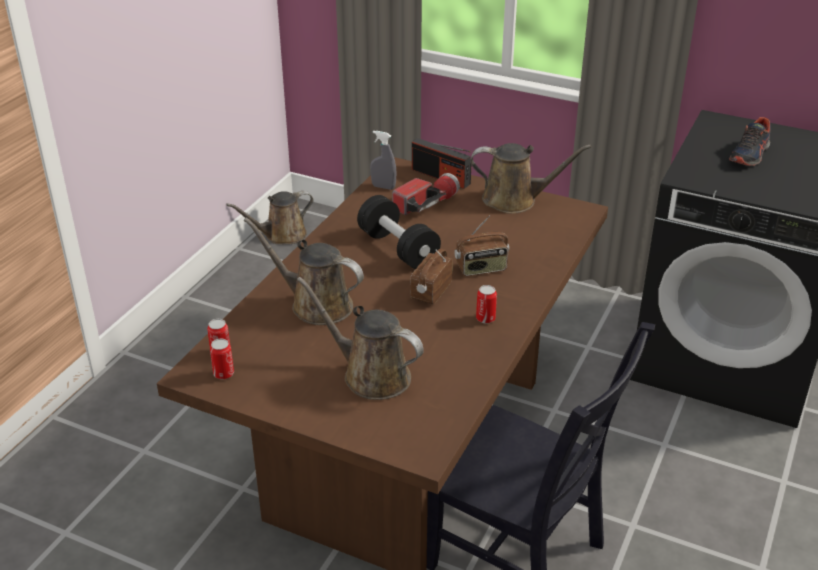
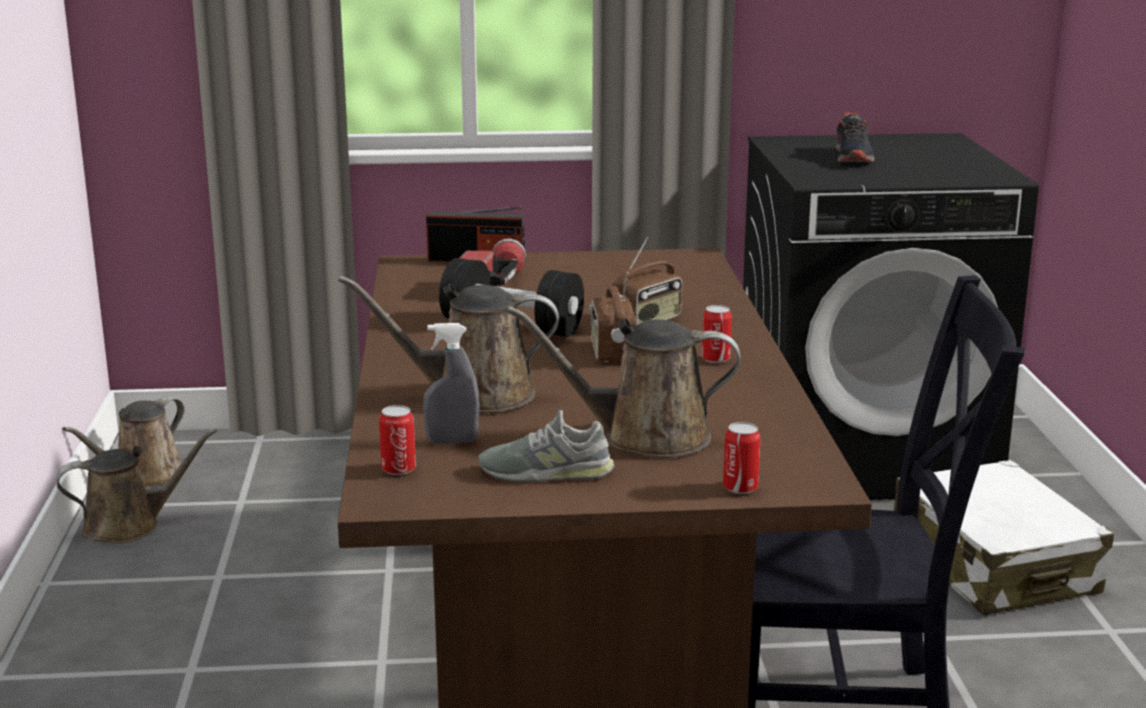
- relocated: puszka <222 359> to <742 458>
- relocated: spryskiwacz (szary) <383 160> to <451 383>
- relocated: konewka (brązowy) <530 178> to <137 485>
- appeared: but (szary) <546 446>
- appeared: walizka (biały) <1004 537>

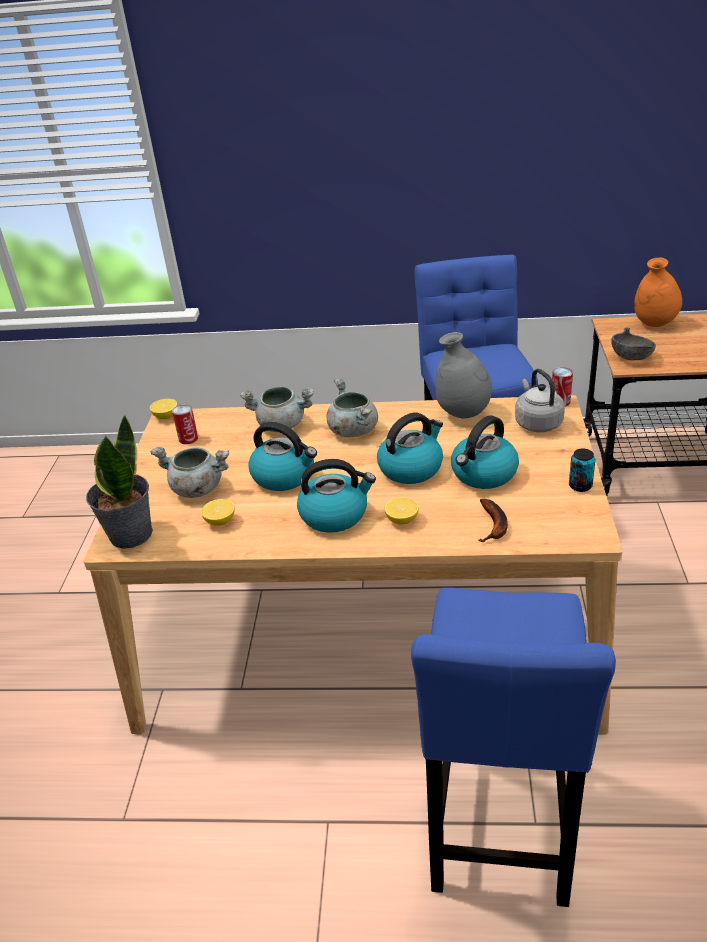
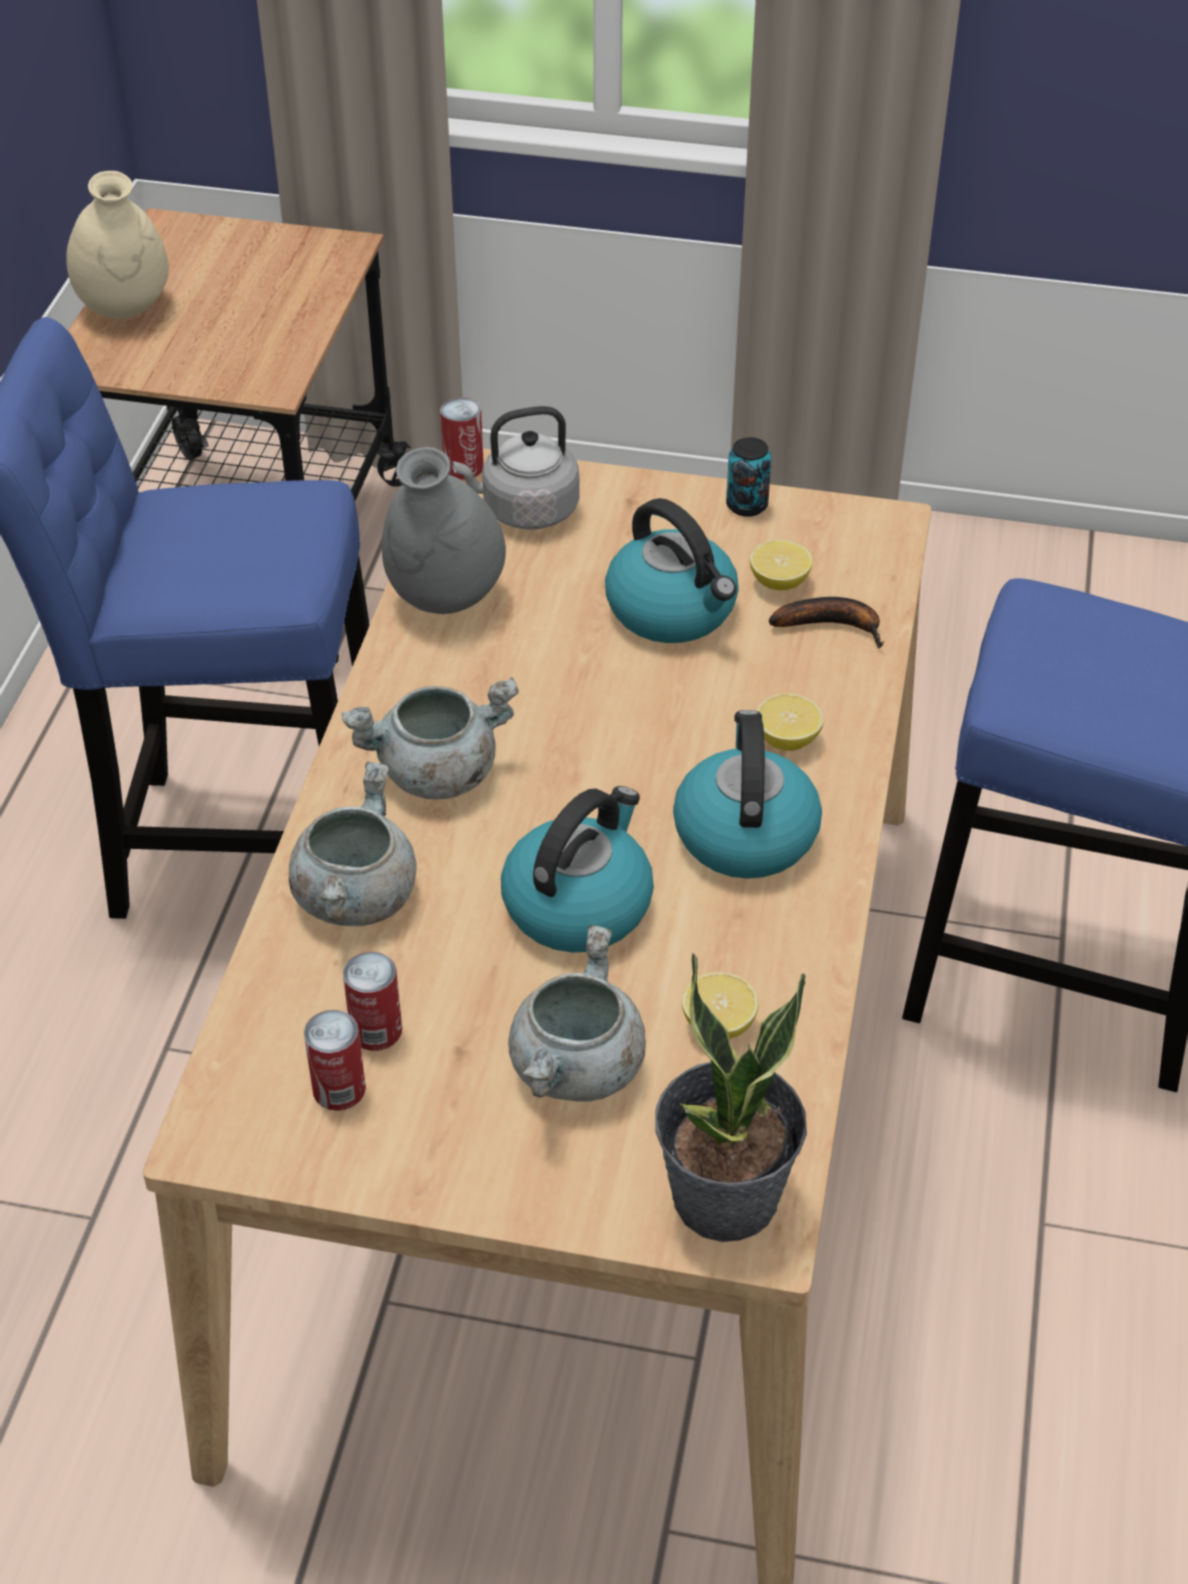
- relocated: cytryna <163 409> to <781 565>
- missing: czajnik <410 448>
- missing: miska (szary) <633 343>
- colour: wazon (pomarańczowy) <658 292> to wazon (beżowy) <117 245>
- appeared: puszka <372 1001>

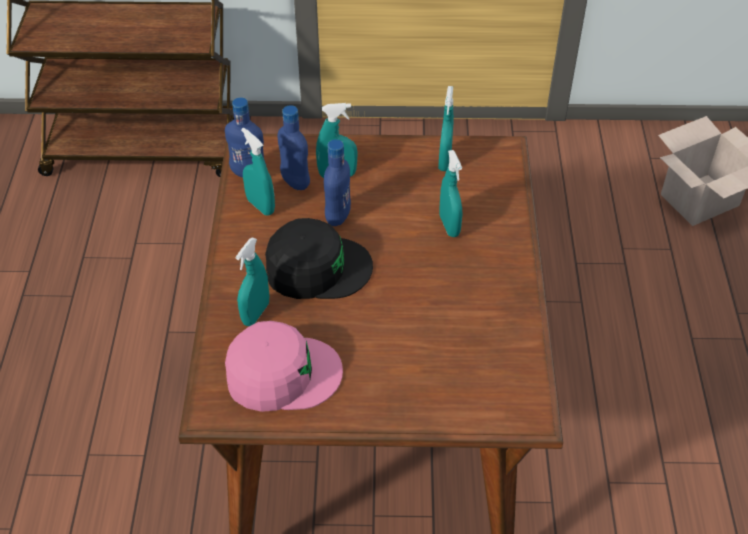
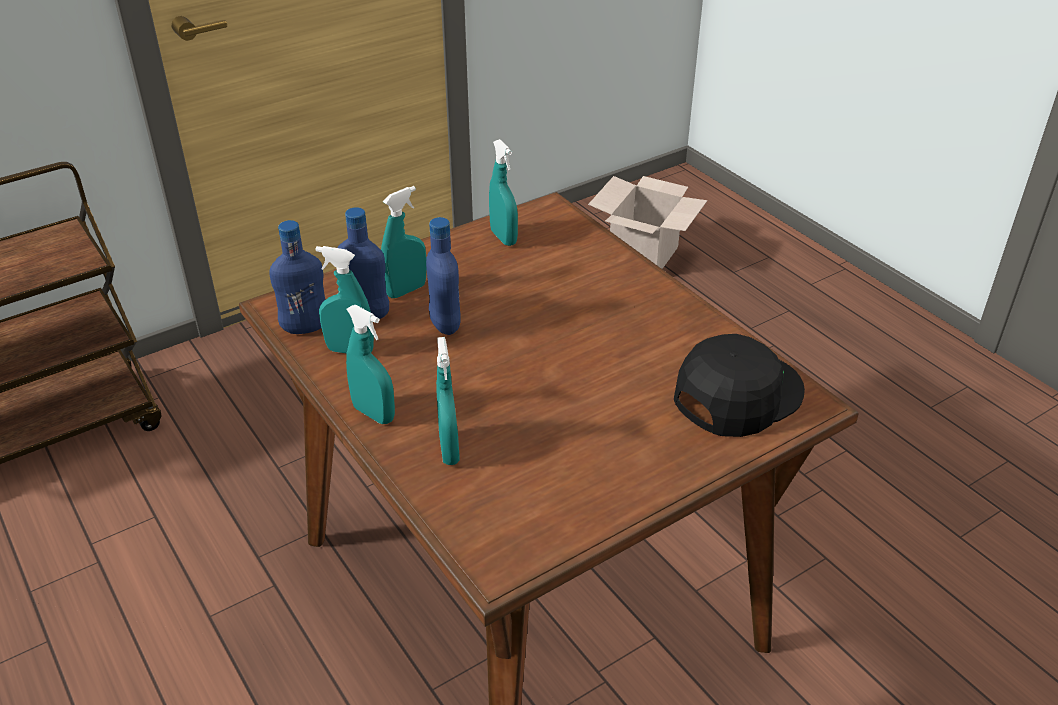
- missing: czapka z daszkiem (różowy) <284 366>
- relocated: czapka z daszkiem (czarny) <319 258> to <739 385>
- relocated: spryskiwacz (turkusowy) <451 193> to <370 364>

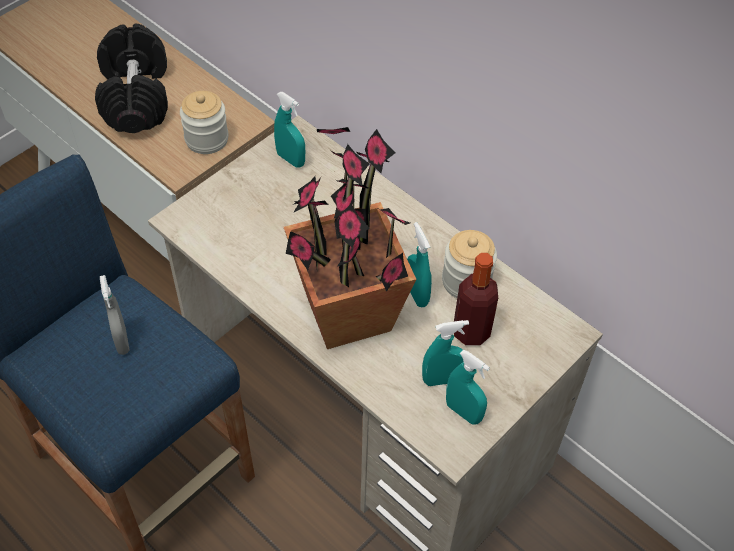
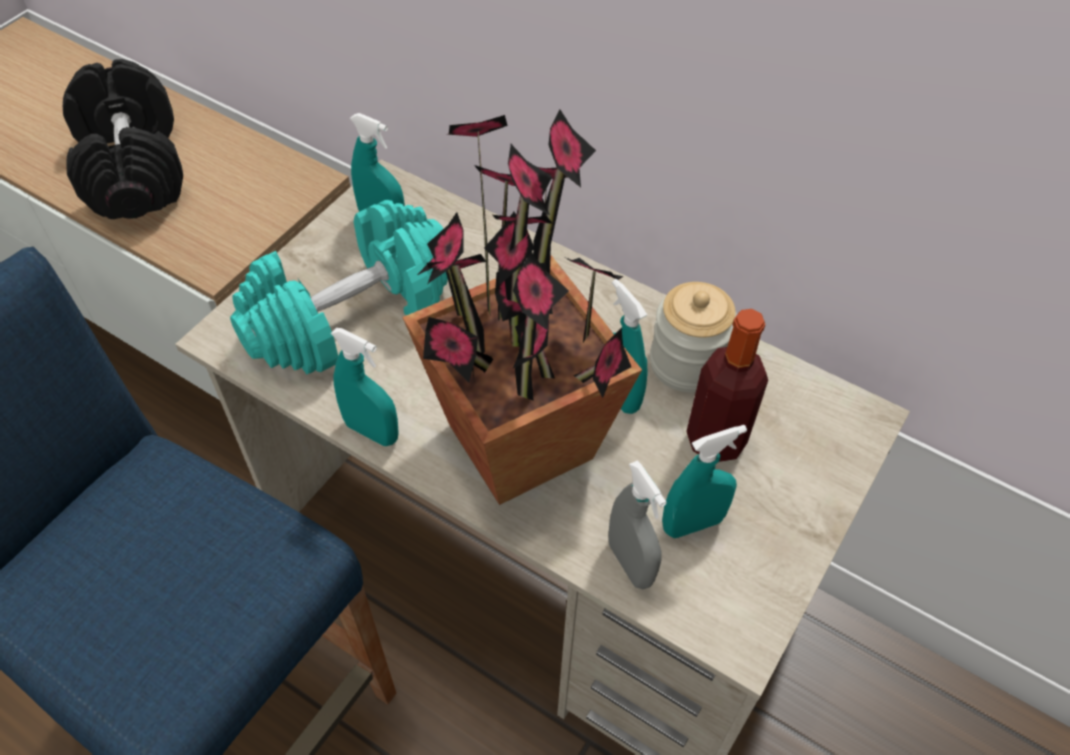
- relocated: spryskiwacz (szary) <114 315> to <637 524>
- missing: słoik <204 122>
- relocated: spryskiwacz (turkusowy) <468 387> to <365 387>
- appeared: hantel (turkusowy) <339 287>

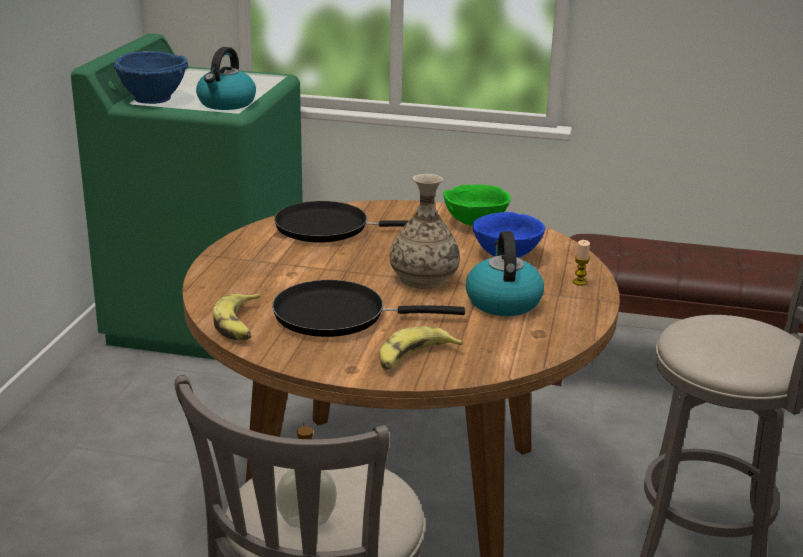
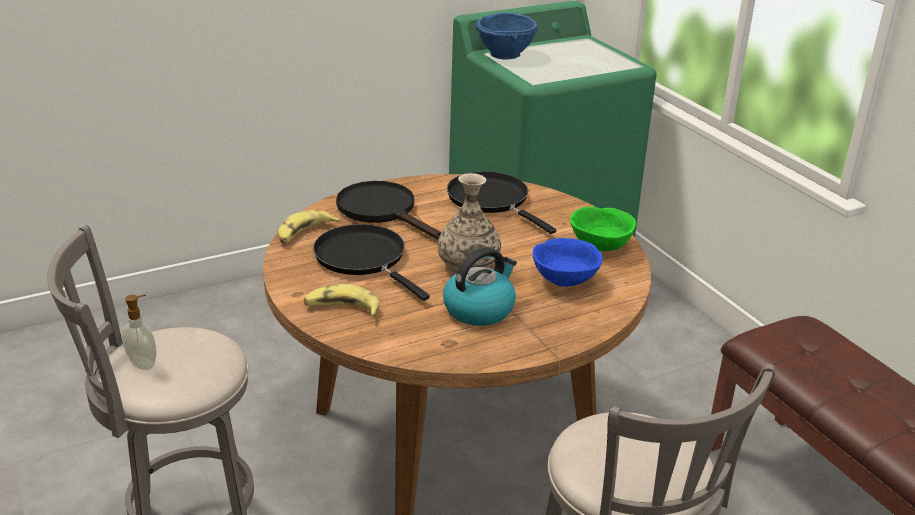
- missing: czajnik <226 78>
- missing: świeca <581 263>
- appeared: patelnia (czarny) <388 210>

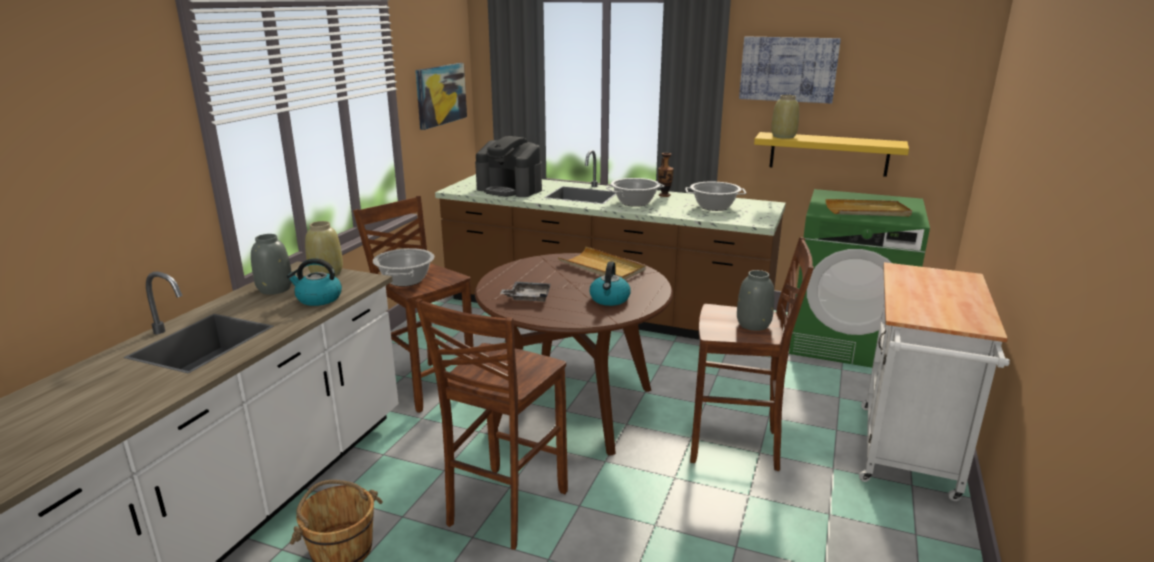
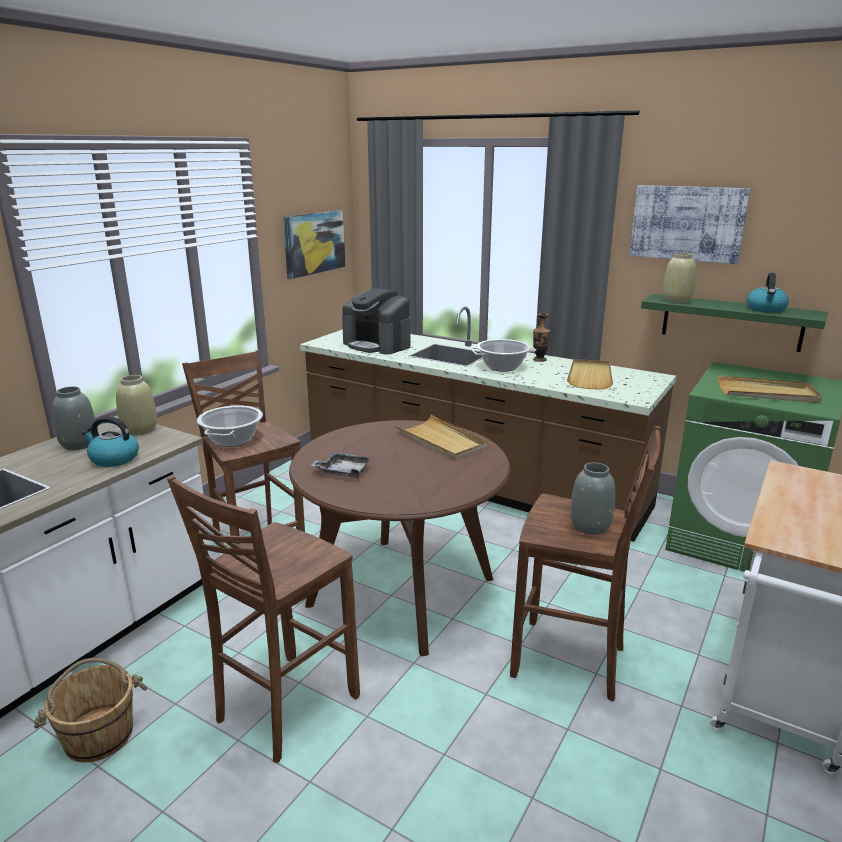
- relocated: czajnik <610 283> to <767 293>
- exchanged: garnek <715 196> to taca (beżowy) <590 374>
- colour: półka (żółty) <831 154> to półka (zielony) <734 323>

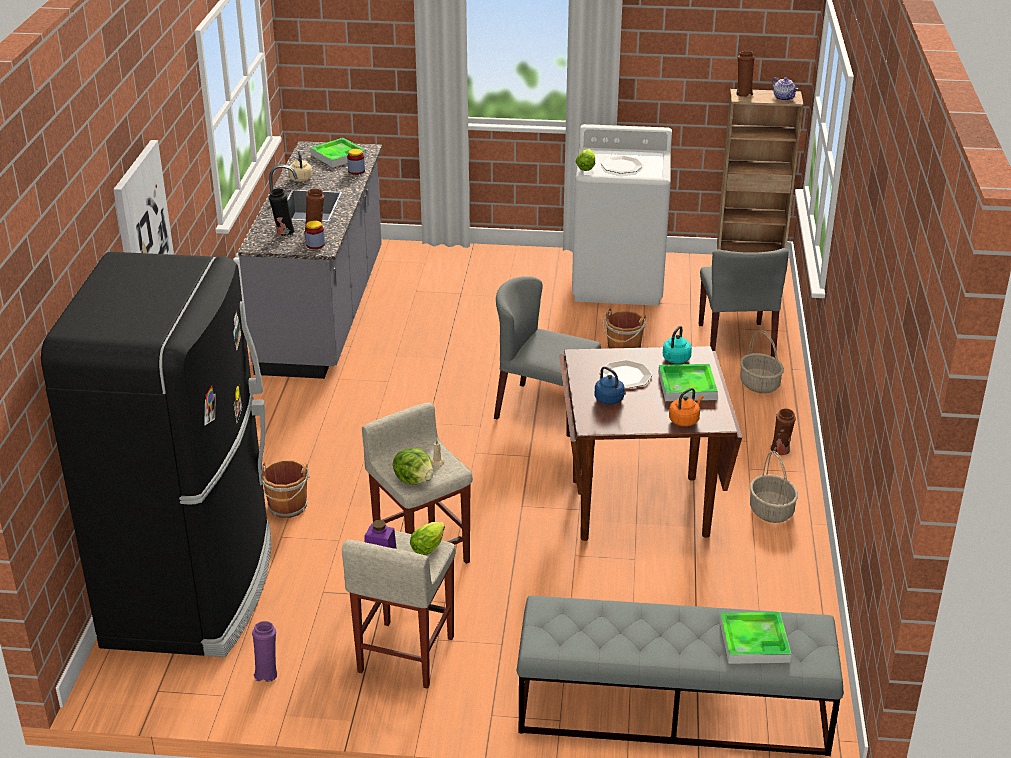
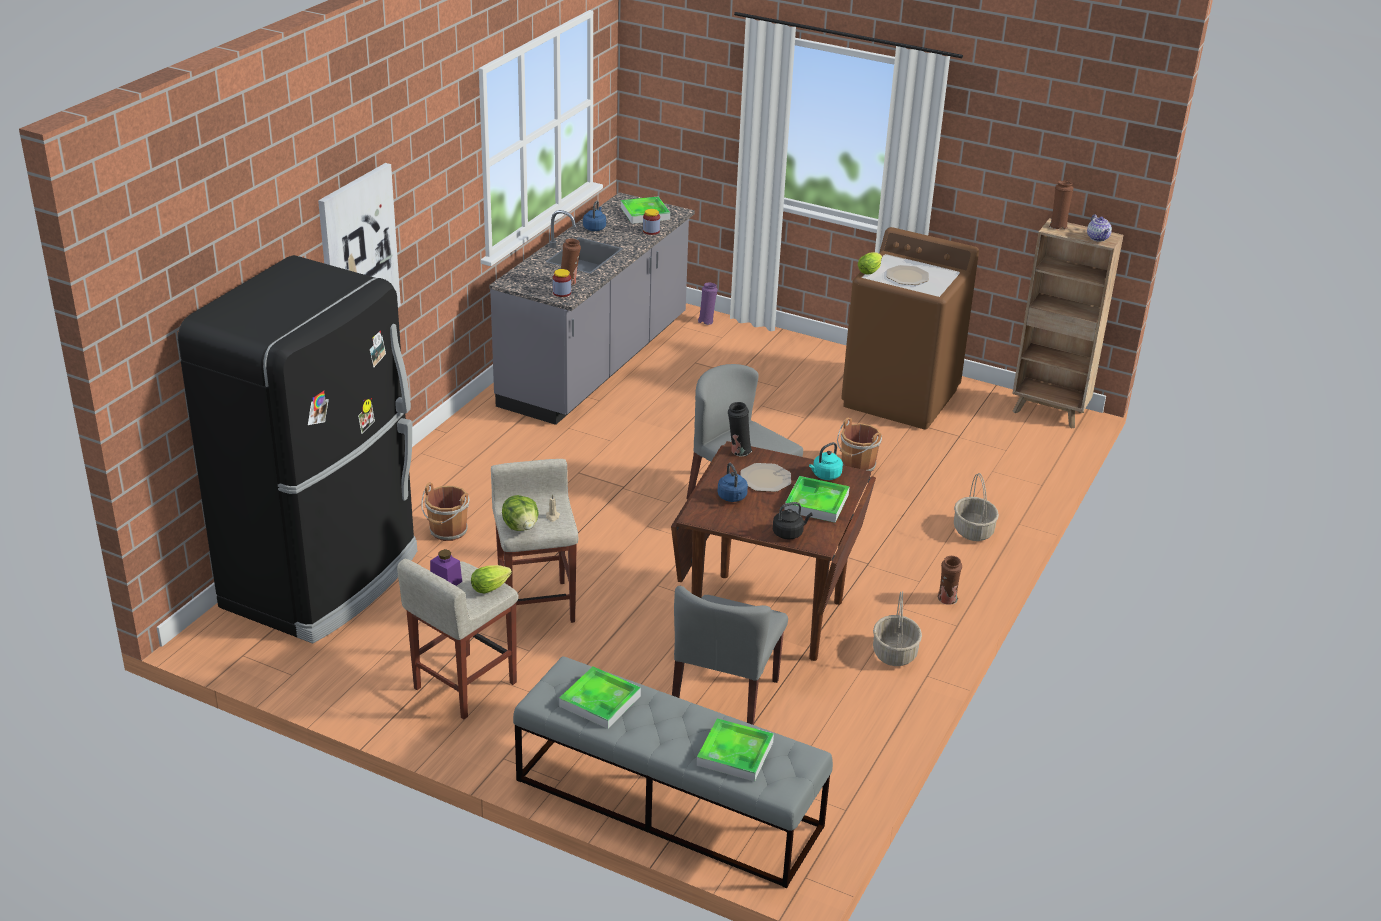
- relocated: wazon (fioletowy) <264 651> to <708 304>
- relocated: wazon (czarny) <282 212> to <740 429>
- colour: czajnik (beżowy) <300 166> to czajnik (niebieski) <594 216>
- colour: pralka (biały) <622 215> to pralka (brązowy) <910 328>
- colour: czajnik (pomarańczowy) <686 407> to czajnik (czarny) <792 520>
- relocated: krzesło (szary) <744 303> to <730 655>
- appeared: taca <600 698>

